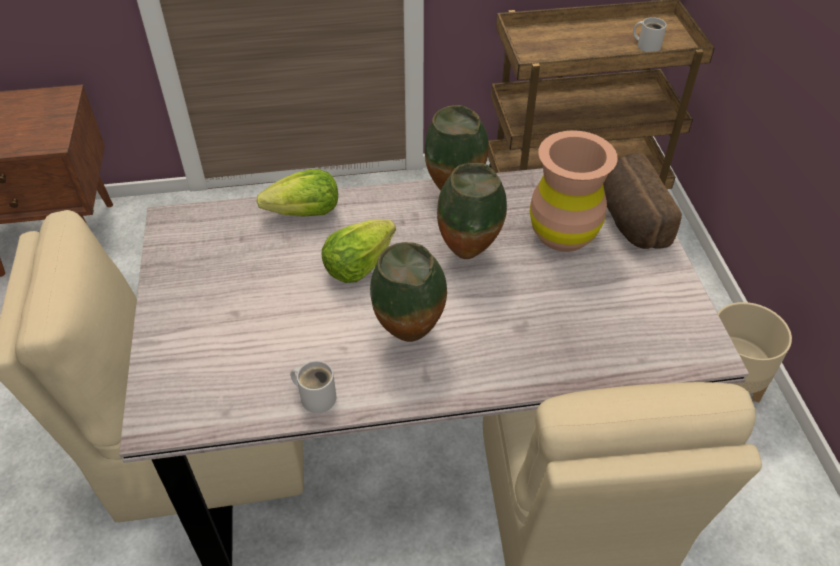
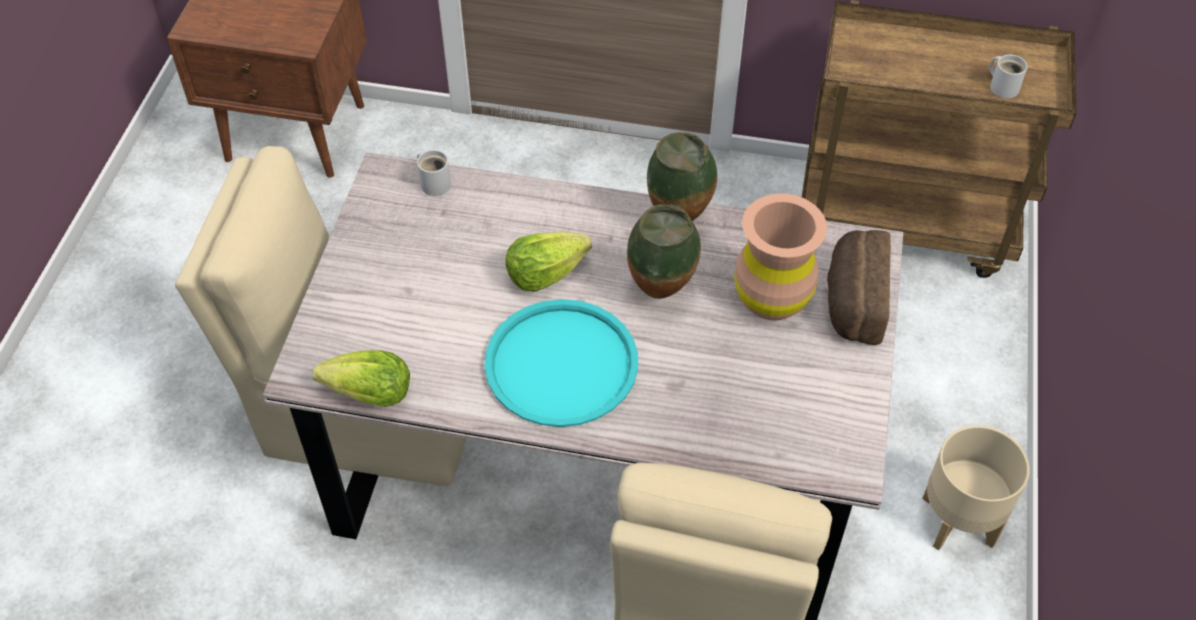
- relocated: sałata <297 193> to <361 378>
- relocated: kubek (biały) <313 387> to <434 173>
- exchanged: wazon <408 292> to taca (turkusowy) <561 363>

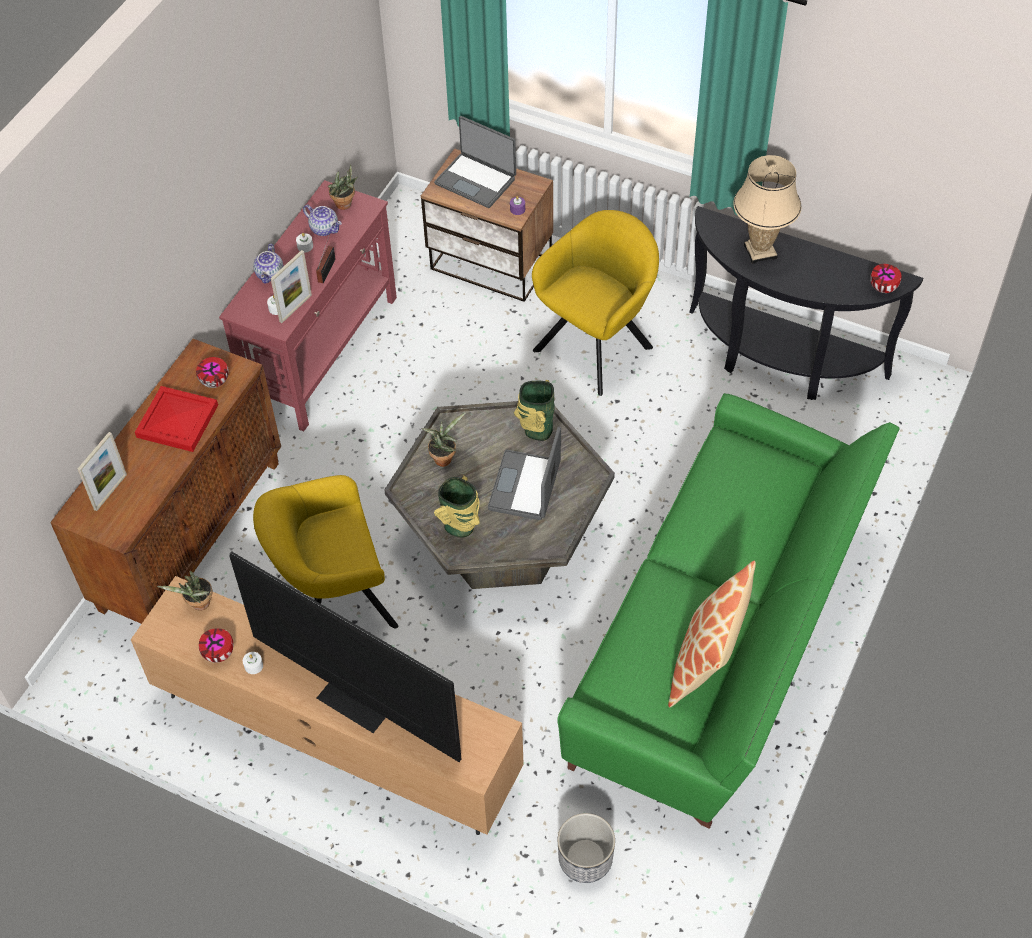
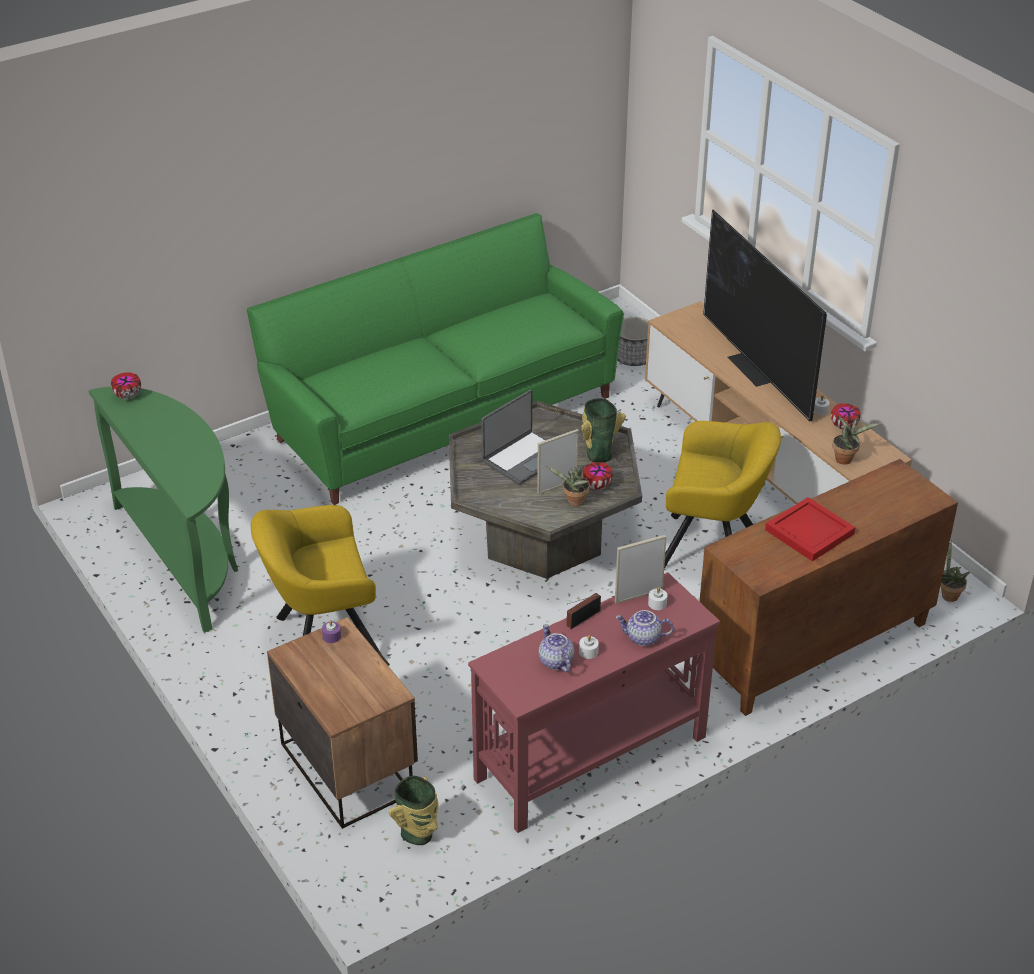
- relocated: ramka na zdjęcie <102 471> to <558 461>
- relocated: miska <212 372> to <598 476>
- spun: imbryk <268 264> = <644 628> 120 degrees counterclockwise
- relocated: roślina doniczkowa <342 187> to <955 571>
- missing: laptop <475 162>
- relocated: wazon <534 410> to <413 810>
- missing: poduszka <712 634>
- colour: stolik konsolowy (czarny) <806 303> to stolik konsolowy (zielony) <163 510>
- missing: lampa stołowa (beżowy) <767 209>

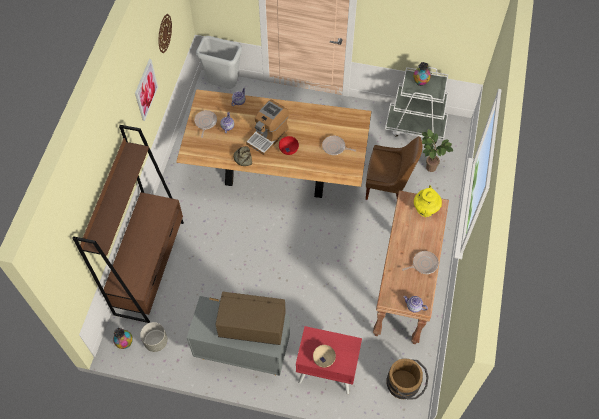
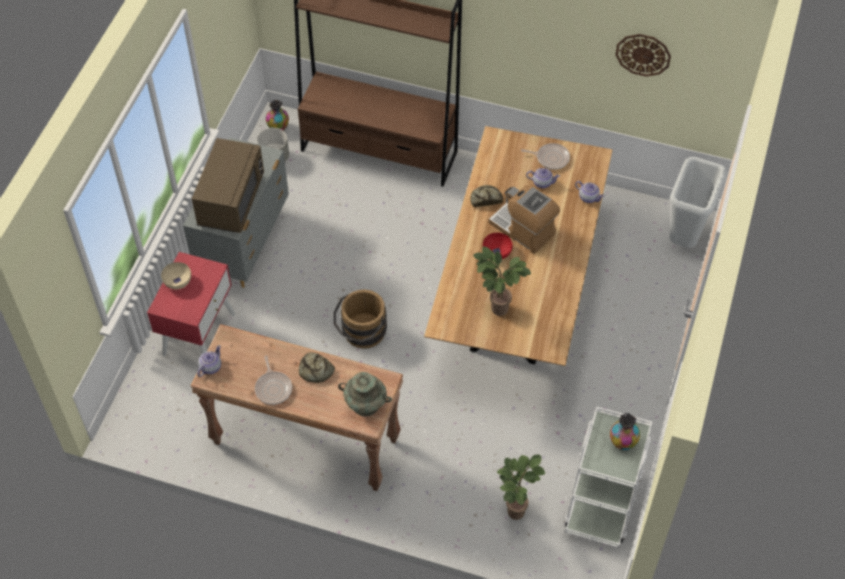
- missing: obraz <146 90>
- exchanged: patelnia <339 145> to roślina doniczkowa <502 281>
- missing: krzesło (brązowy) <394 168>
- relocated: wiadro (brązowy) <407 378> to <360 319>
- colour: wazon (żółty) <428 201> to wazon (turkusowy) <365 394>
- appeared: chleb <317 367>

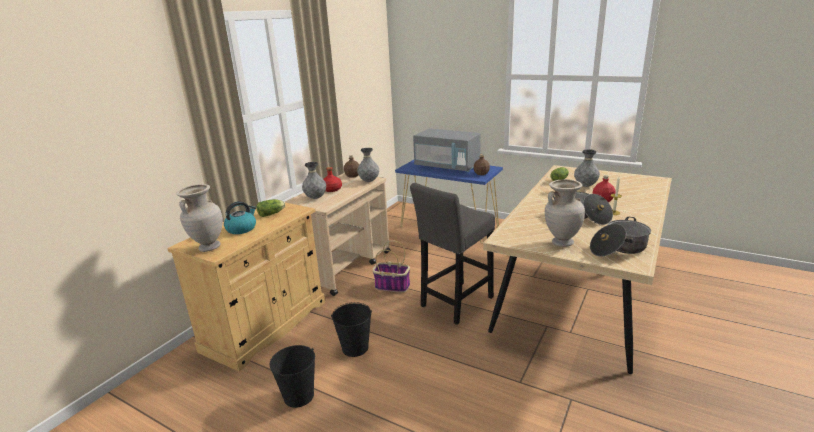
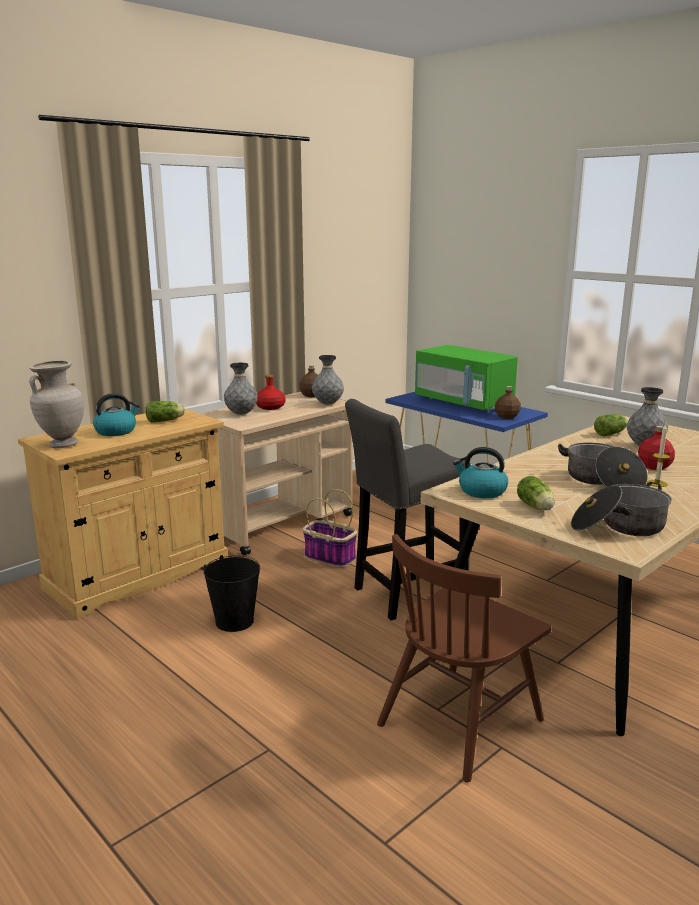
- missing: wiadro (czarny) <292 376>
- colour: mikrofalówka (szary) <447 150> to mikrofalówka (zielony) <466 379>
- exchanged: wazon (beżowy) <565 213> to sałata <536 493>
- appeared: krzesło (brązowy) <464 658>
- appeared: czajnik <480 472>

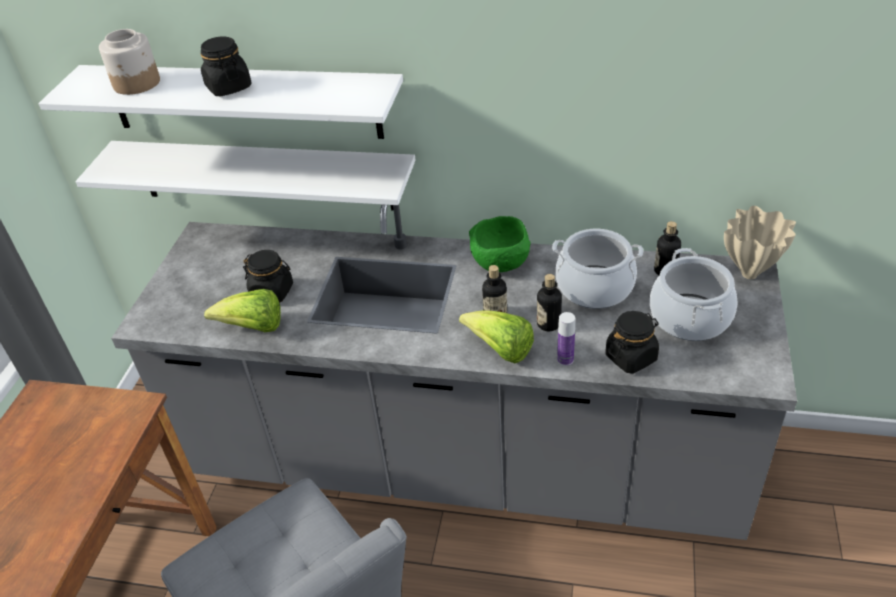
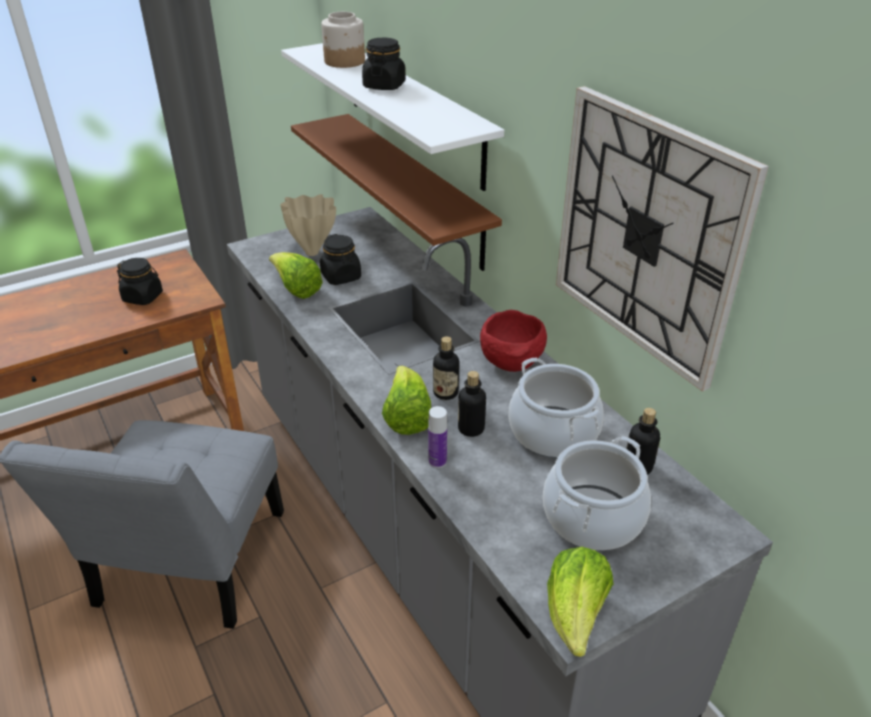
- colour: półka (biały) <245 176> to półka (brązowy) <396 192>
- colour: miska (zielony) <500 244> to miska (czerwony) <513 341>
- relocated: słoik (czarny) <632 342> to <140 281>
- relocated: wazon (beżowy) <760 242> to <308 225>
- appeared: sałata <580 602>
- appeared: zegar ścienny <662 239>

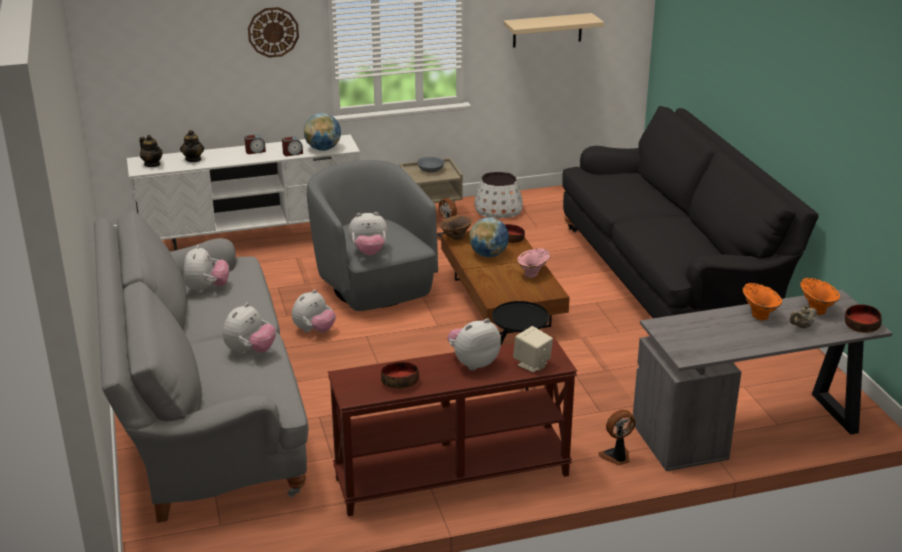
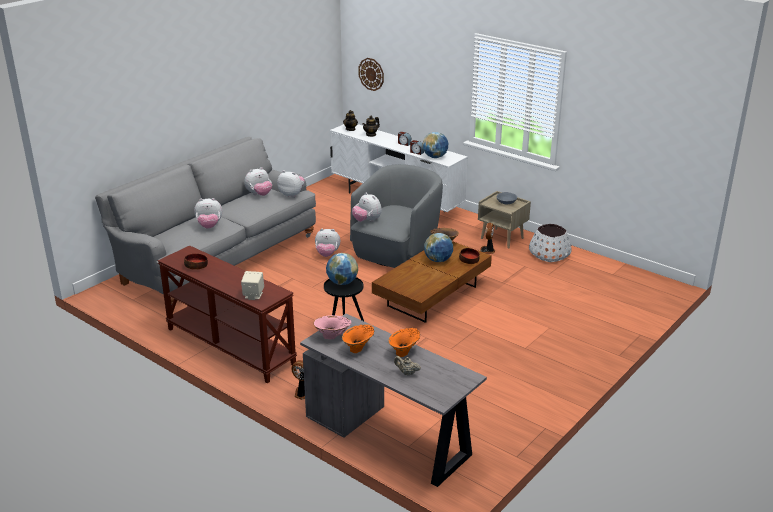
- relocated: zegar ścienny <273 32> to <371 74>
- relocated: pluszak <474 344> to <291 184>
- missing: półka (beżowy) <554 30>
- relocated: wazon (różowy) <533 263> to <332 327>
- missing: kanapa (czarny) <690 212>
- relocated: wazon (pomarańczowy) <820 296> to <358 338>
- missing: miska <863 318>
- appeared: globus <342 269>

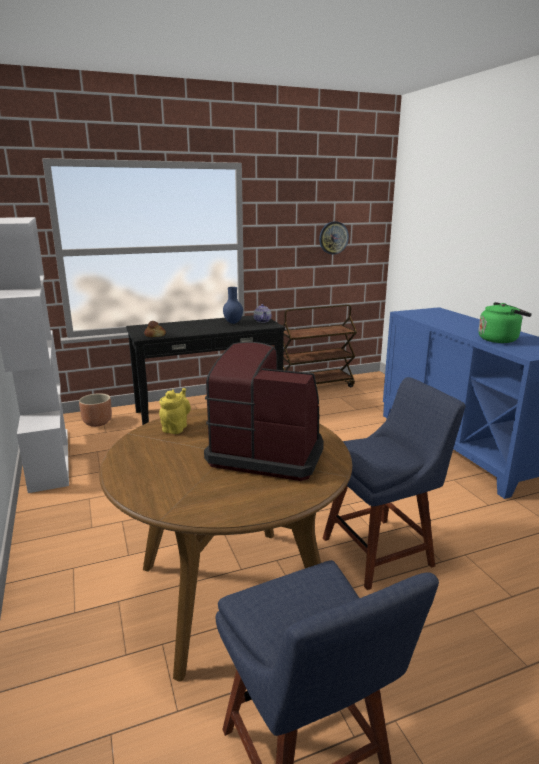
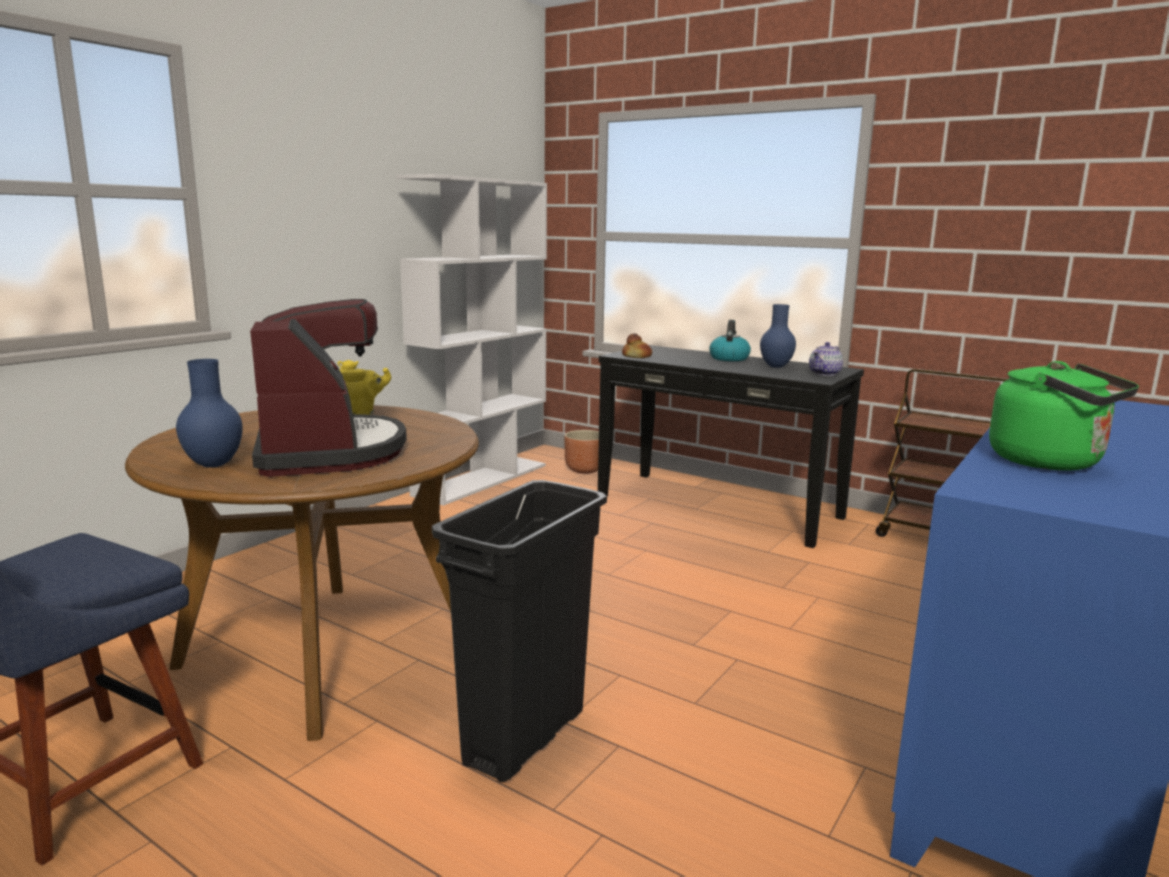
- missing: zegar ścienny <334 238>
- exchanged: krzesło (niebieski) <394 483> to kosz na śmieci (czarny) <519 631>
- appeared: wazon (niebieski) <209 413>
- appeared: czajnik <730 340>

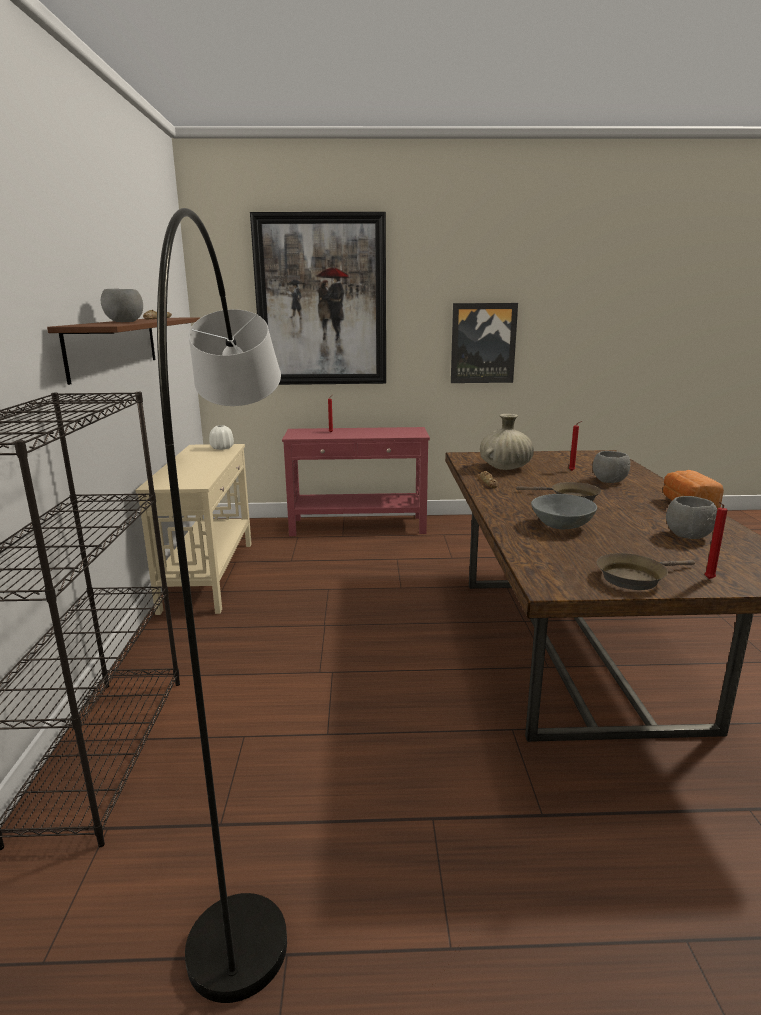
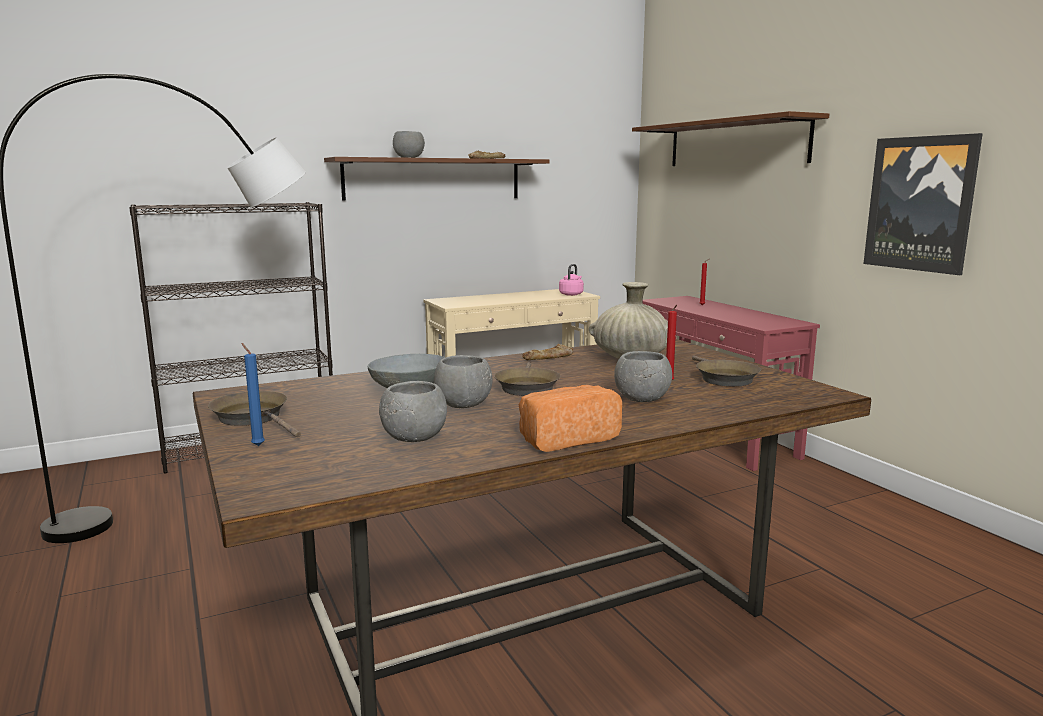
- exchanged: wazon (biały) <221 437> to czajnik (różowy) <571 280>
- exchanged: obraz <318 298> to półka (brązowy) <730 138>
- colour: świeca (czerwony) <716 540> to świeca (niebieski) <253 394>
- appeared: miska (szary) <463 381>
- appeared: patelnia (brązowy) <726 371>

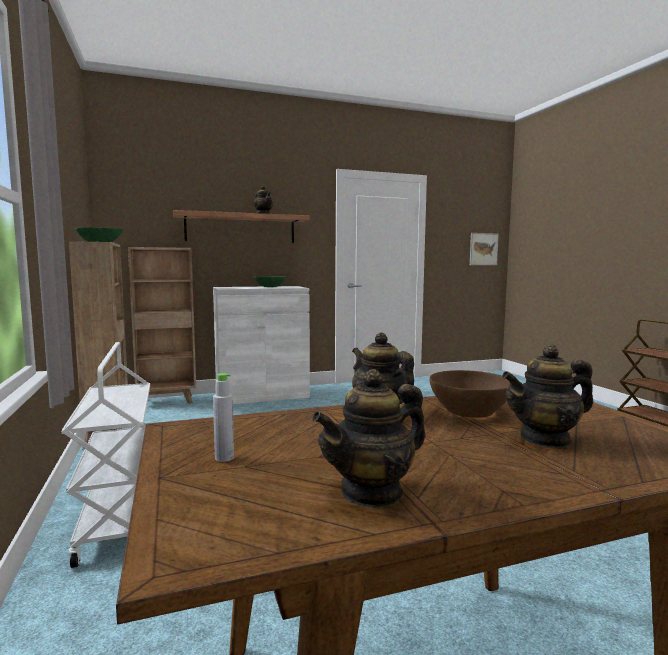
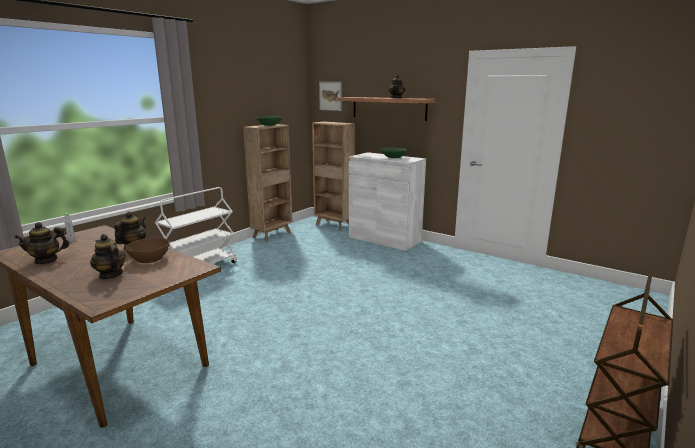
- spun: imbryk <368 438> = <41 243> 45 degrees counterclockwise
- relocated: obraz <484 249> to <330 96>

